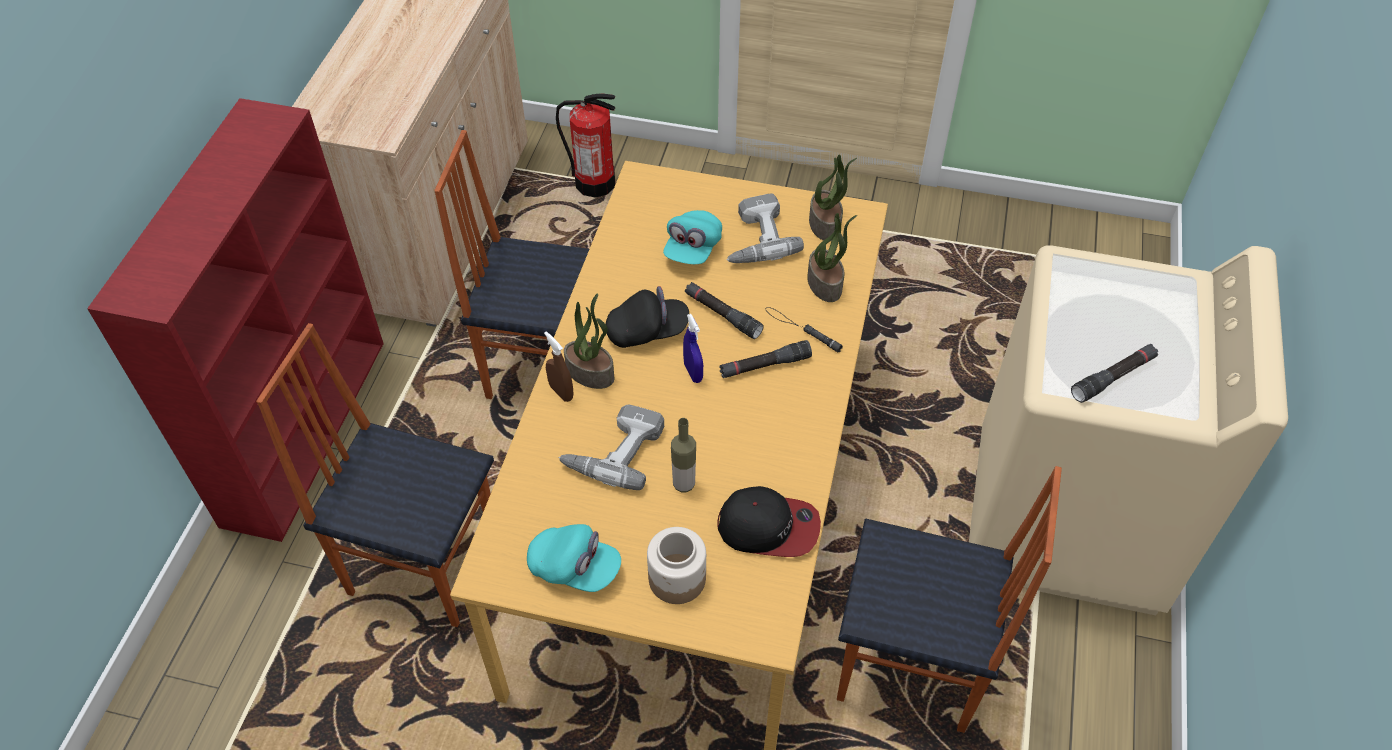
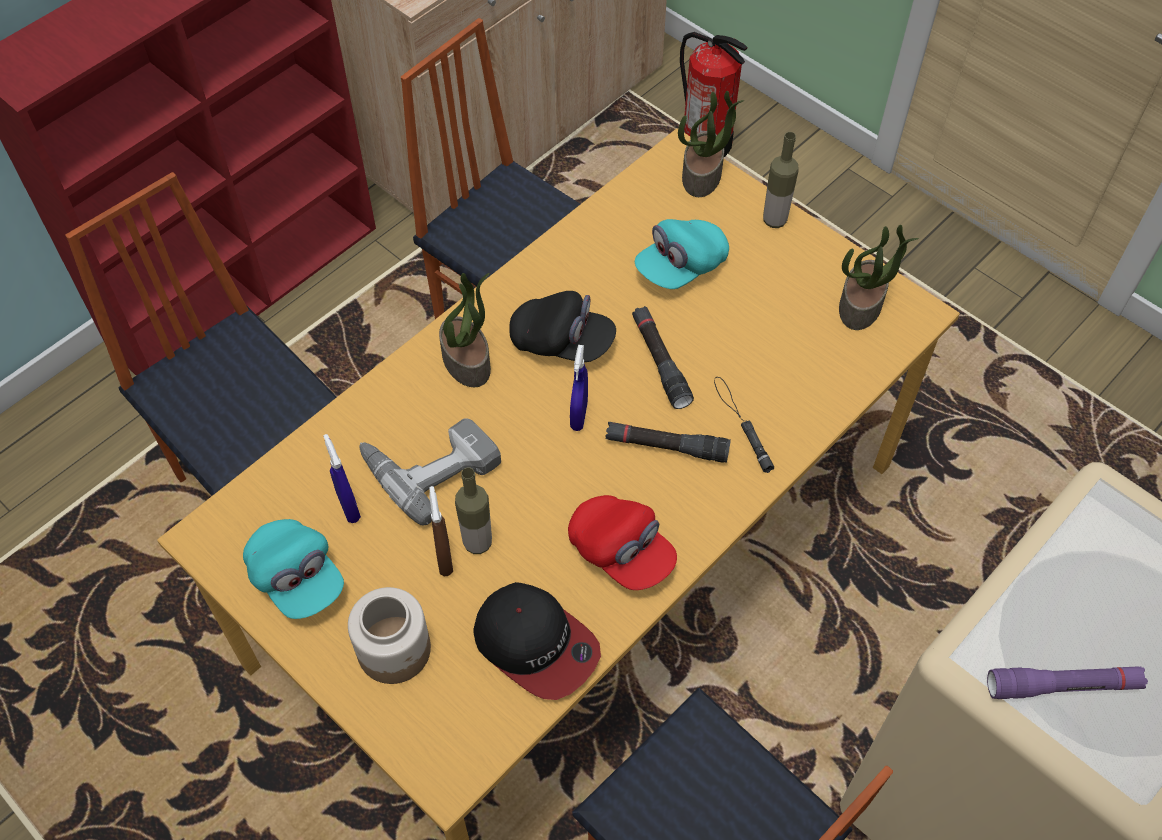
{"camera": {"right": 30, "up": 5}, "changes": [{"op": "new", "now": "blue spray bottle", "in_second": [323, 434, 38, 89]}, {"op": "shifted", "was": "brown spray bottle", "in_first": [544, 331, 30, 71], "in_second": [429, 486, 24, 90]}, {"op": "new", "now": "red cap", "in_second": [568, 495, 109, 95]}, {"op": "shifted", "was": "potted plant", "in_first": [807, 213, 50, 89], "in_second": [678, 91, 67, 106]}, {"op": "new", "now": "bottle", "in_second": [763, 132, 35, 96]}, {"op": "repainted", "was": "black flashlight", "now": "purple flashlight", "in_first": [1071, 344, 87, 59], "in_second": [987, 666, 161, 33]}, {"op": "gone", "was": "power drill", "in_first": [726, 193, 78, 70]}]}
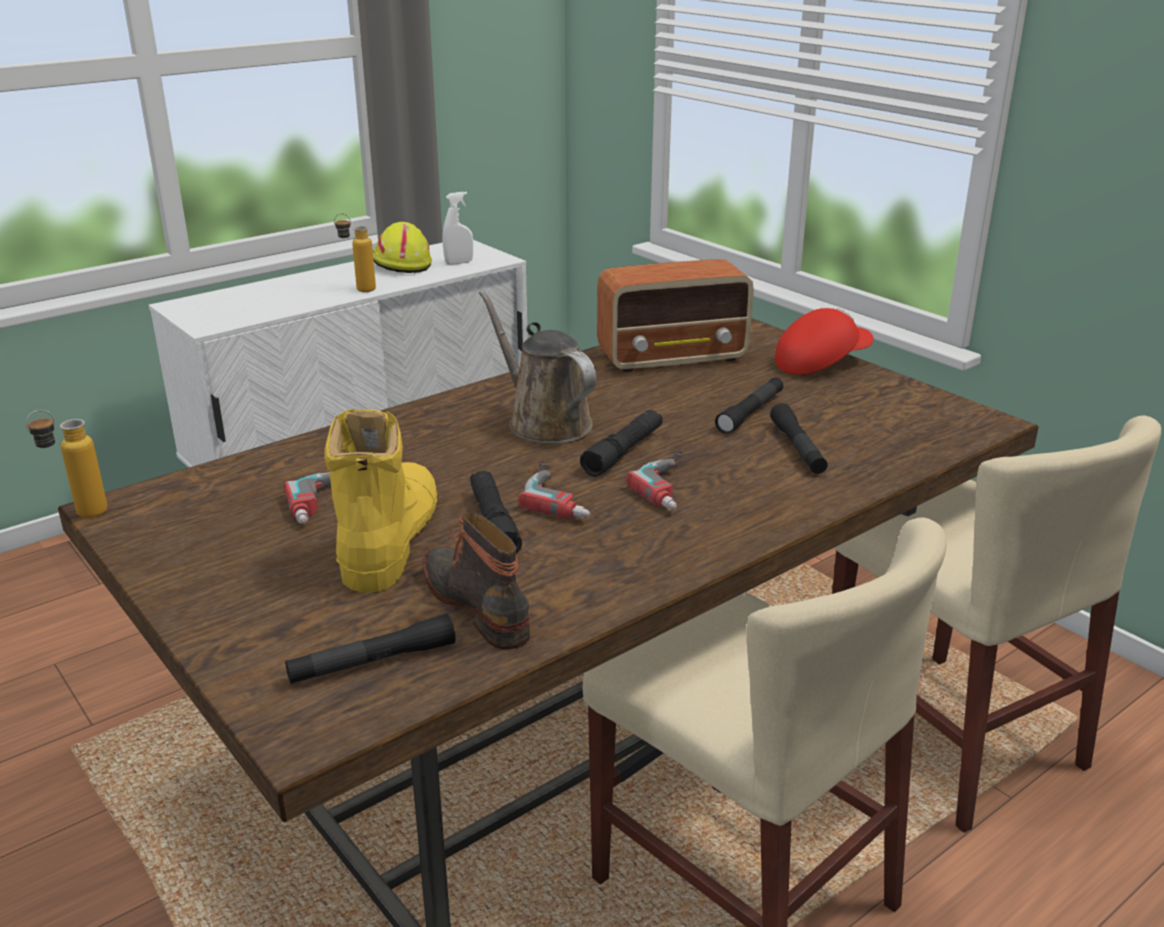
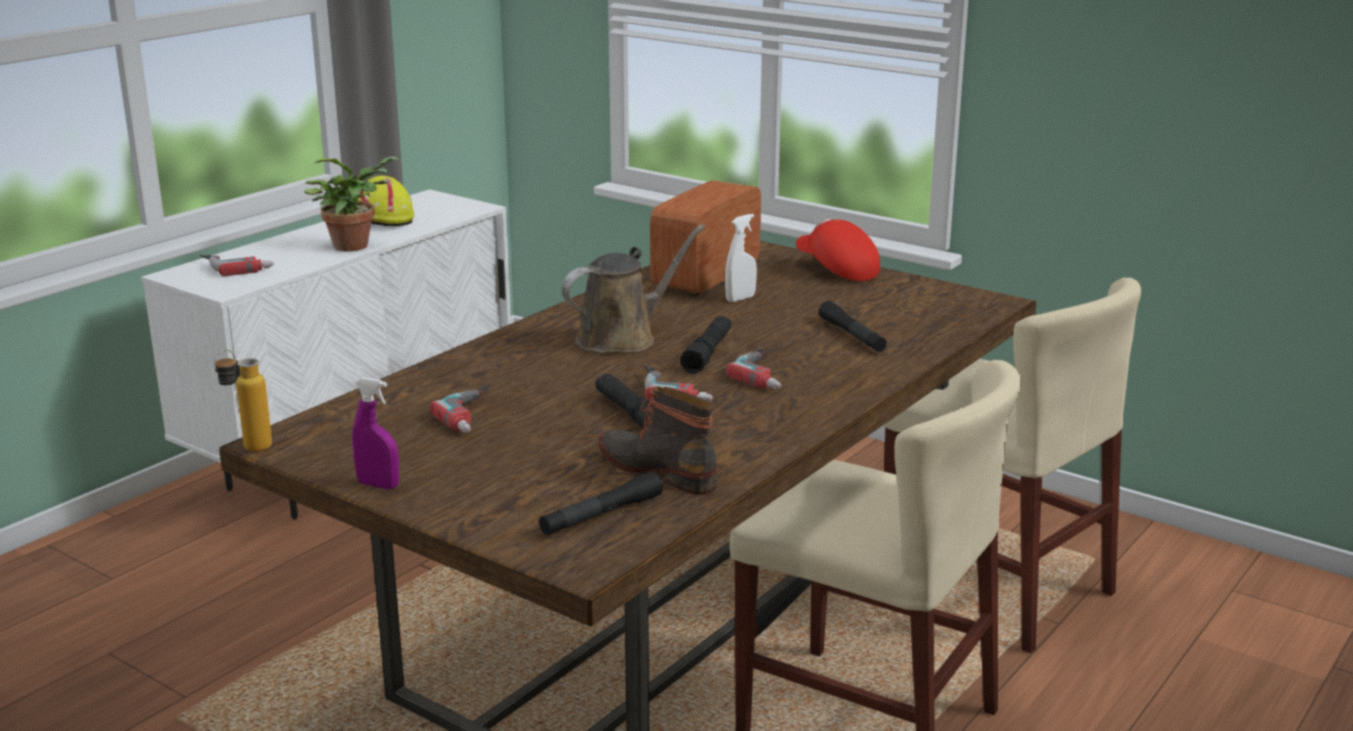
{"camera": {"right": -15, "up": -5}, "changes": [{"op": "new", "now": "power drill", "in_second": [199, 254, 75, 22]}, {"op": "swapped", "was": "bottle", "now": "potted plant", "in_first": [334, 213, 42, 79], "in_second": [304, 156, 95, 96]}, {"op": "new", "now": "purple spray bottle", "in_second": [352, 377, 47, 112]}, {"op": "rotated", "was": "brown watering can", "in_first": [479, 290, 117, 154], "in_second": [562, 224, 143, 130], "clockwise": 105}, {"op": "rotated", "was": "radio", "in_first": [597, 259, 157, 113], "in_second": [650, 180, 111, 116], "clockwise": 150}, {"op": "shifted", "was": "white spray bottle", "in_first": [443, 192, 30, 73], "in_second": [725, 214, 32, 88]}, {"op": "rotated", "was": "red cap", "in_first": [775, 308, 99, 67], "in_second": [796, 219, 84, 62], "clockwise": -90}, {"op": "gone", "was": "yellow boot", "in_first": [324, 408, 113, 185]}, {"op": "gone", "was": "black flashlight", "in_first": [715, 378, 68, 56]}]}
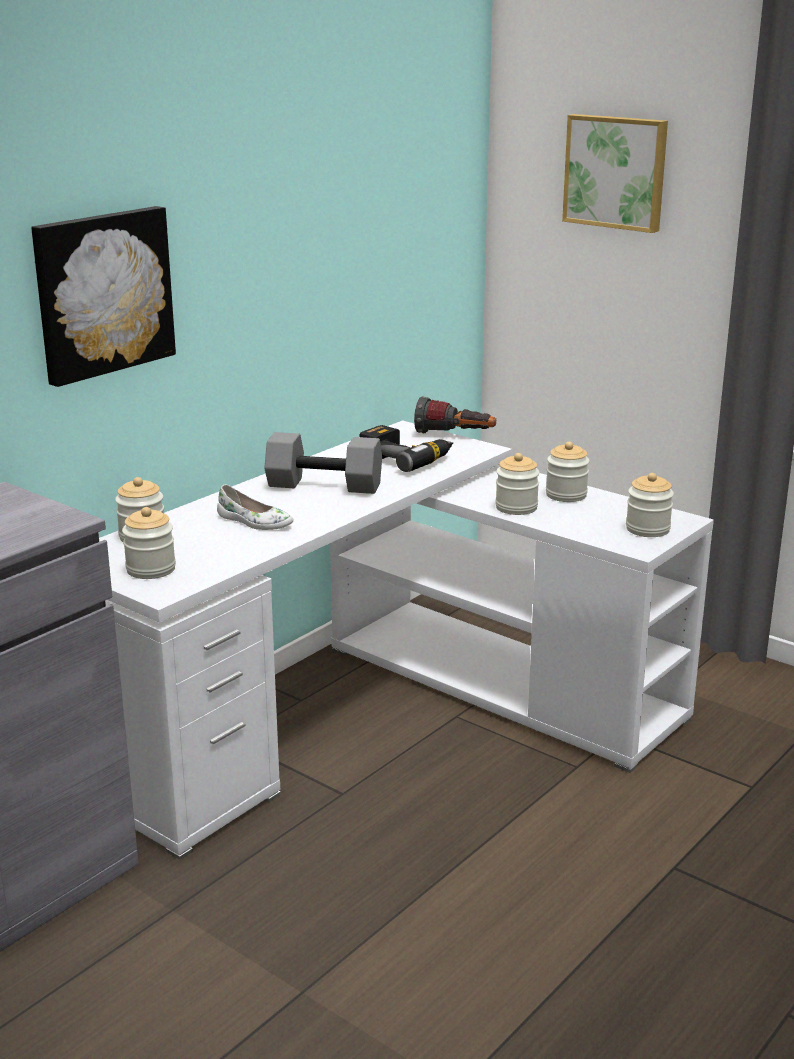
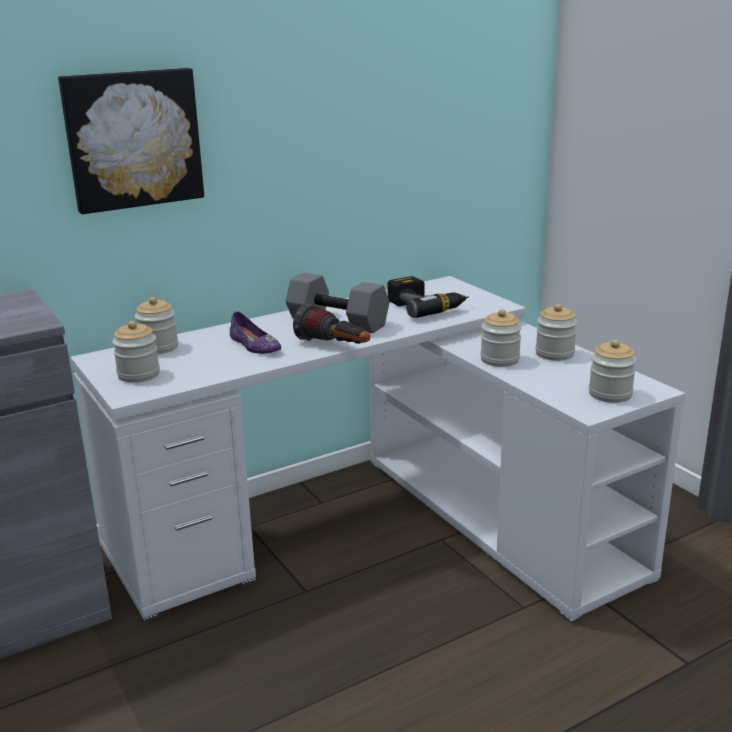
{"camera": {"right": 20, "up": 0}, "changes": [{"op": "repainted", "was": "white shoe", "now": "purple shoe", "in_first": [217, 485, 77, 45], "in_second": [230, 311, 51, 43]}, {"op": "shifted", "was": "flashlight", "in_first": [414, 396, 82, 37], "in_second": [293, 303, 77, 41]}, {"op": "gone", "was": "picture", "in_first": [562, 114, 106, 119]}]}
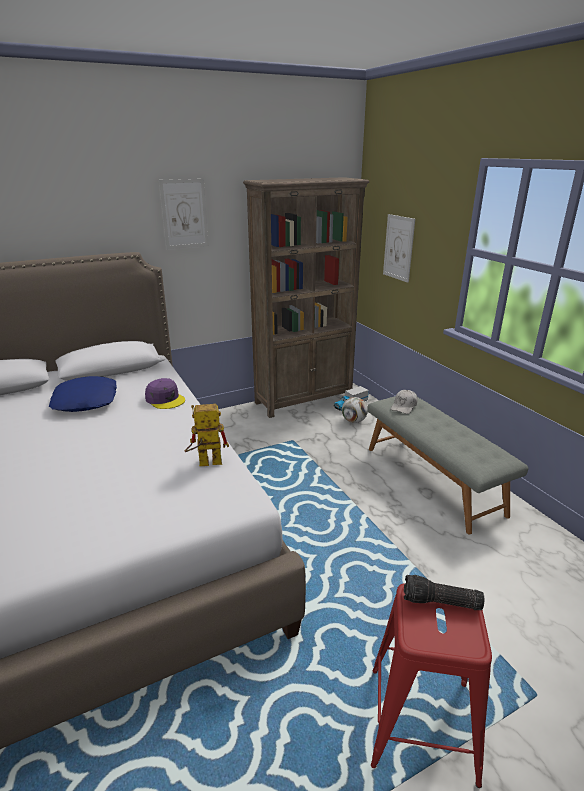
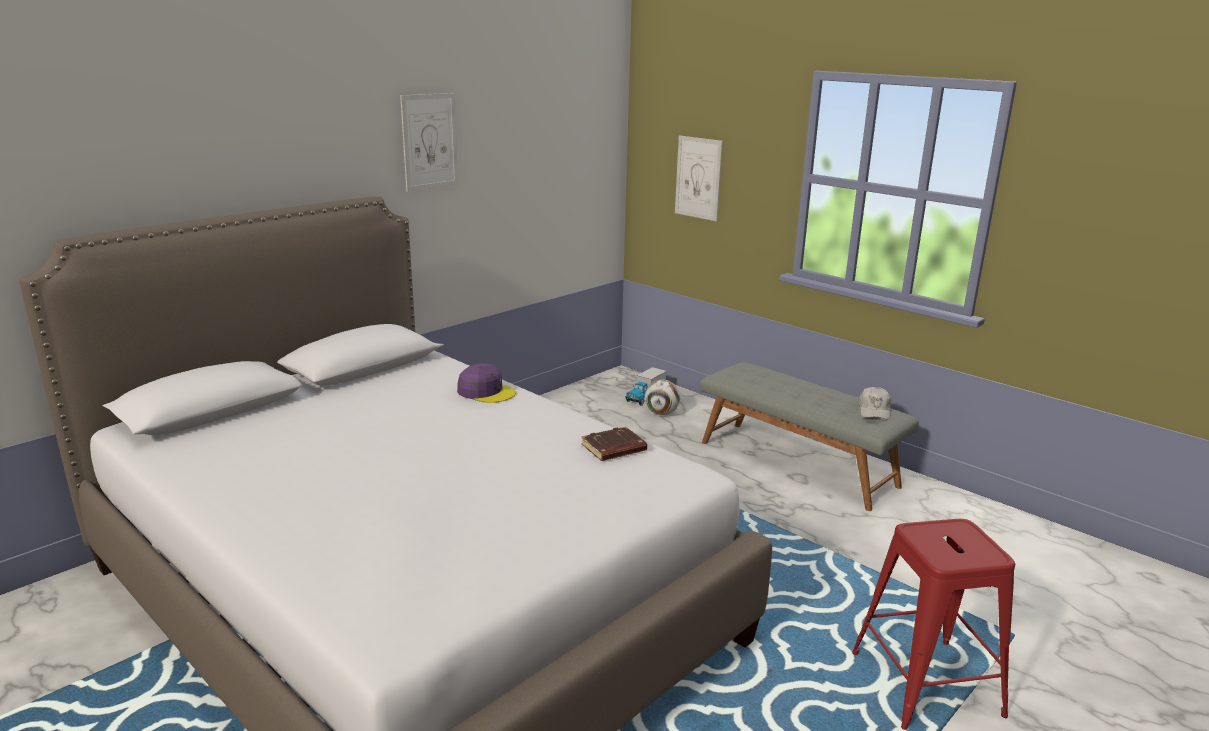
{"camera": {"right": -20, "up": -5}, "changes": [{"op": "swapped", "was": "toy robot", "now": "brown book", "in_first": [184, 404, 45, 62], "in_second": [581, 427, 66, 34]}, {"op": "shifted", "was": "white cap", "in_first": [391, 390, 27, 24], "in_second": [858, 387, 33, 33]}, {"op": "gone", "was": "blue pillow", "in_first": [49, 376, 68, 36]}, {"op": "gone", "was": "brown bookcase", "in_first": [243, 177, 126, 241]}, {"op": "gone", "was": "flashlight", "in_first": [404, 575, 80, 35]}]}
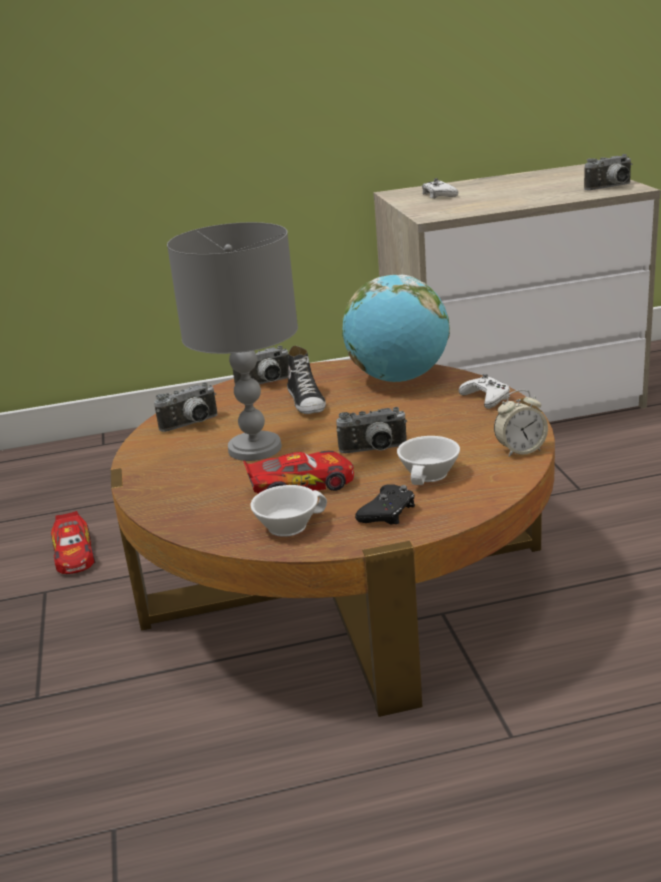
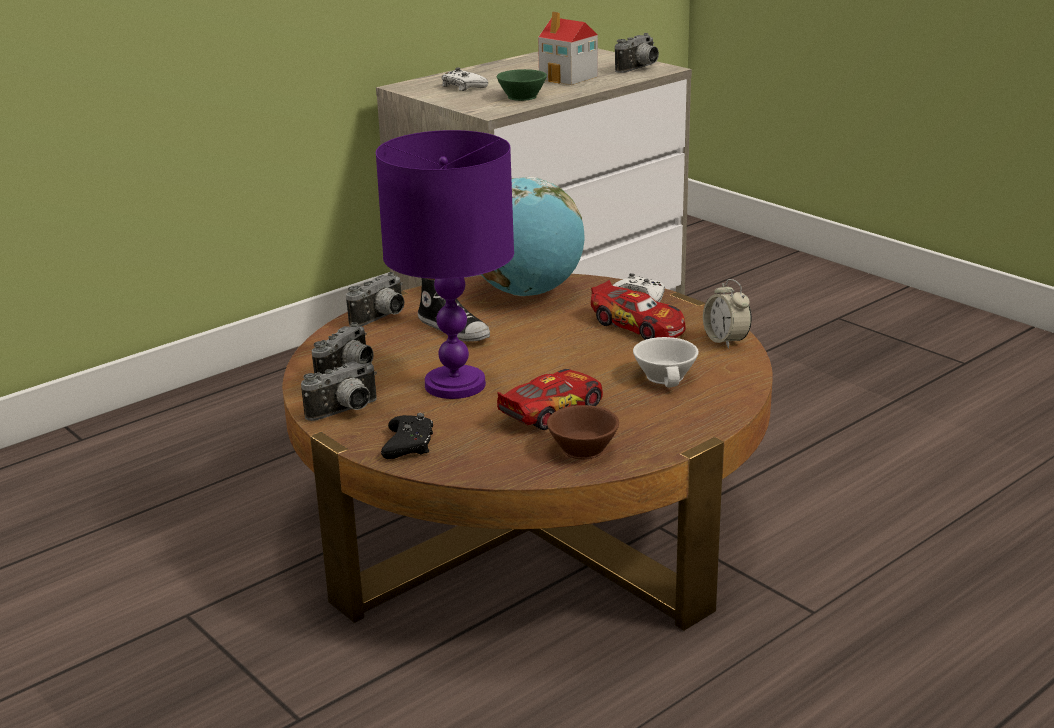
{"camera": {"right": -30, "up": 0}, "changes": [{"op": "shifted", "was": "photo camera", "in_first": [336, 407, 71, 46], "in_second": [301, 359, 76, 62]}, {"op": "repainted", "was": "grey table lamp", "now": "purple table lamp", "in_first": [167, 222, 131, 239], "in_second": [376, 130, 138, 269]}, {"op": "shifted", "was": "black game controller", "in_first": [355, 484, 60, 40], "in_second": [381, 413, 52, 46]}, {"op": "new", "now": "green cup", "in_second": [497, 69, 50, 32]}, {"op": "new", "now": "toy house", "in_second": [538, 11, 60, 74]}, {"op": "repainted", "was": "white cup", "now": "brown cup", "in_first": [250, 485, 77, 52], "in_second": [547, 405, 72, 55]}, {"op": "shifted", "was": "toy car", "in_first": [51, 511, 44, 63], "in_second": [591, 280, 95, 60]}, {"op": "rotated", "was": "alarm clock", "in_first": [494, 390, 54, 67], "in_second": [703, 279, 49, 70], "clockwise": 105}]}
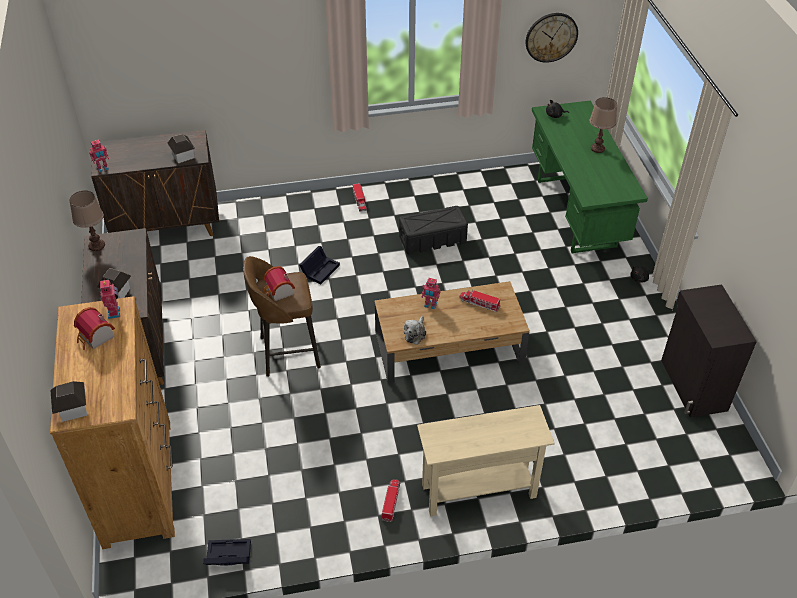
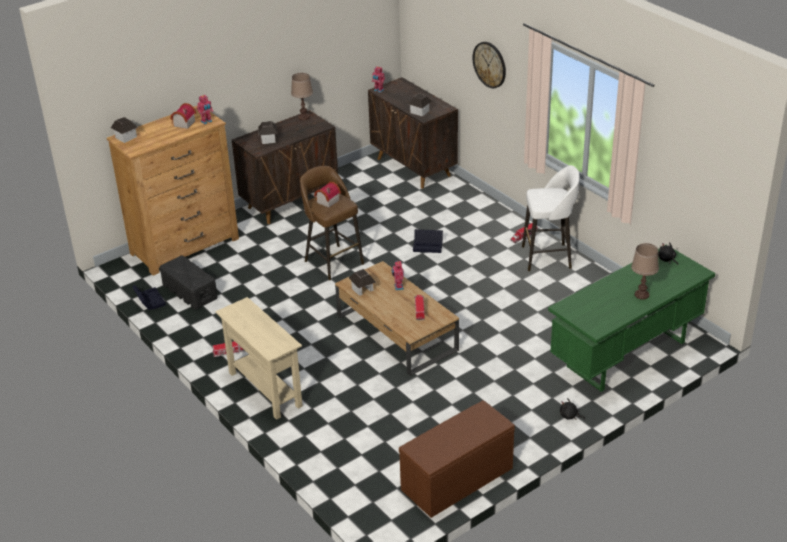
{"camera": {"right": 65, "up": -10}, "changes": [{"op": "shifted", "was": "black storage box", "in_first": [399, 206, 69, 49], "in_second": [160, 256, 58, 54]}, {"op": "swapped", "was": "plush toy", "now": "toy house", "in_first": [404, 316, 22, 29], "in_second": [349, 269, 27, 27]}, {"op": "swapped", "was": "black cabinet", "now": "brown bench", "in_first": [661, 284, 96, 133], "in_second": [399, 400, 116, 118]}, {"op": "shifted", "was": "wall clock", "in_first": [526, 13, 52, 50], "in_second": [473, 42, 33, 46]}, {"op": "new", "now": "white stool", "in_second": [522, 165, 58, 106]}]}
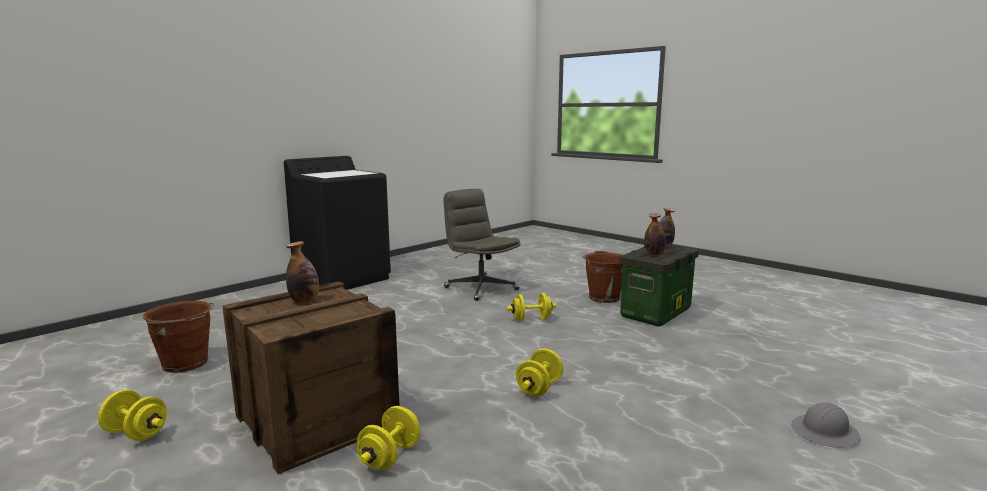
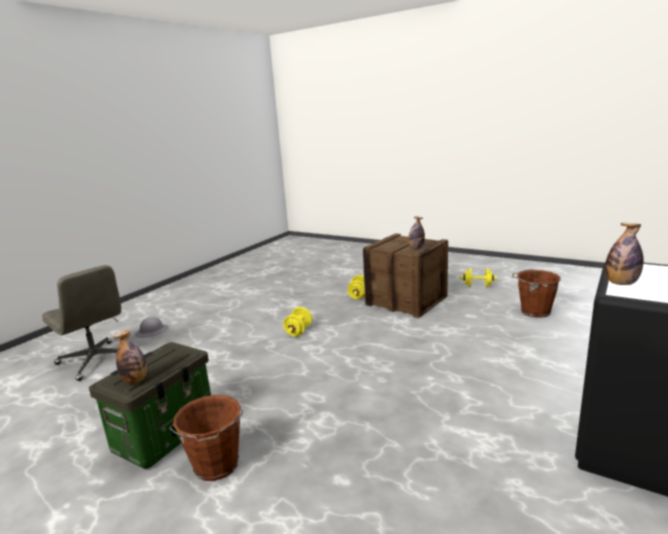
{"camera": {"right": 170, "up": 5}, "changes": [{"op": "shifted", "was": "grey office chair", "in_first": [443, 189, 78, 112], "in_second": [42, 265, 79, 116]}, {"op": "shifted", "was": "bottle", "in_first": [644, 213, 22, 42], "in_second": [605, 223, 39, 62]}, {"op": "gone", "was": "yellow dumbbell", "in_first": [507, 293, 49, 28]}]}
